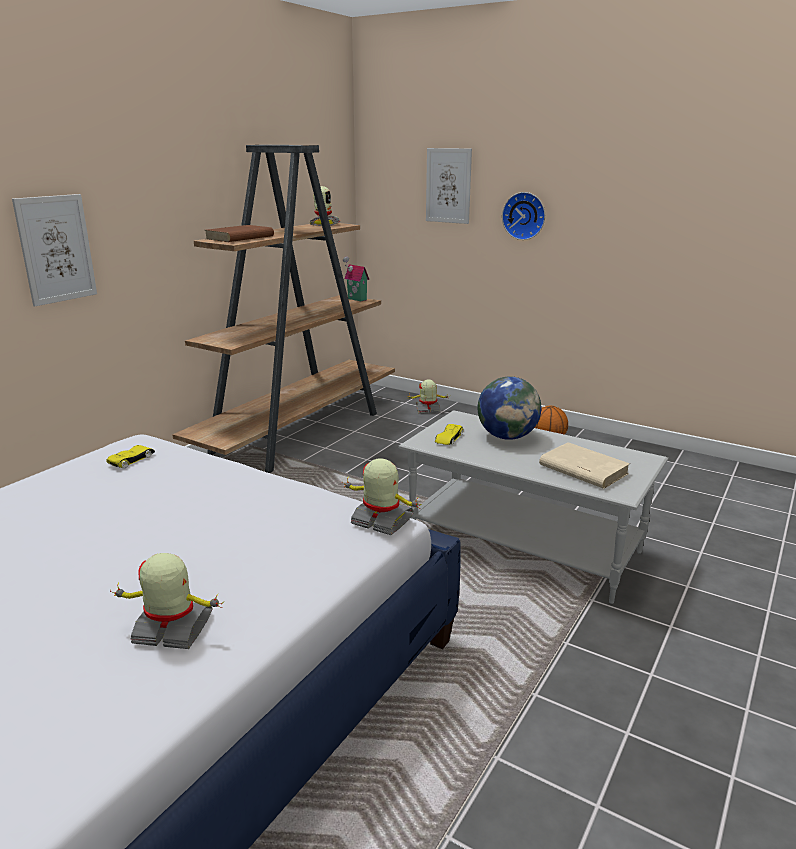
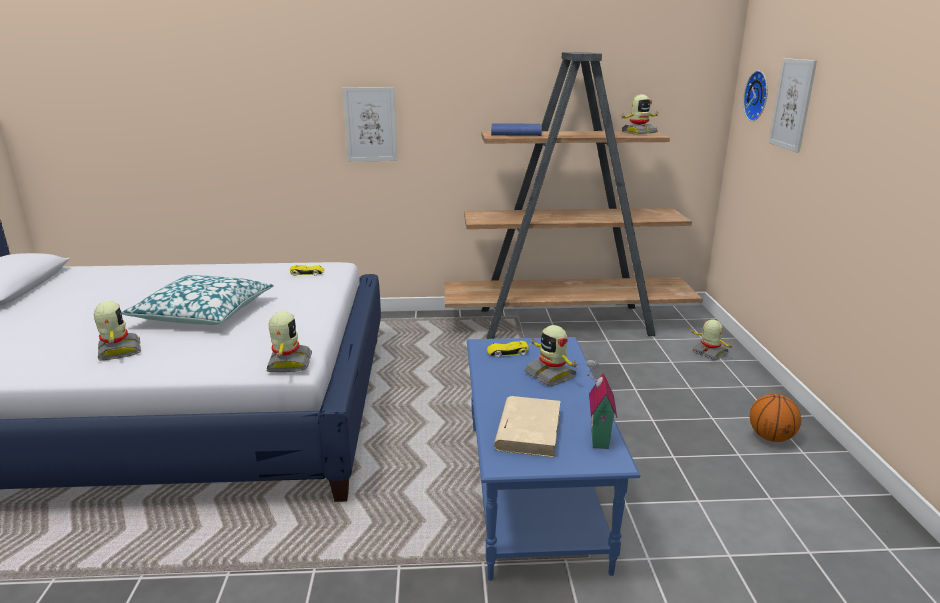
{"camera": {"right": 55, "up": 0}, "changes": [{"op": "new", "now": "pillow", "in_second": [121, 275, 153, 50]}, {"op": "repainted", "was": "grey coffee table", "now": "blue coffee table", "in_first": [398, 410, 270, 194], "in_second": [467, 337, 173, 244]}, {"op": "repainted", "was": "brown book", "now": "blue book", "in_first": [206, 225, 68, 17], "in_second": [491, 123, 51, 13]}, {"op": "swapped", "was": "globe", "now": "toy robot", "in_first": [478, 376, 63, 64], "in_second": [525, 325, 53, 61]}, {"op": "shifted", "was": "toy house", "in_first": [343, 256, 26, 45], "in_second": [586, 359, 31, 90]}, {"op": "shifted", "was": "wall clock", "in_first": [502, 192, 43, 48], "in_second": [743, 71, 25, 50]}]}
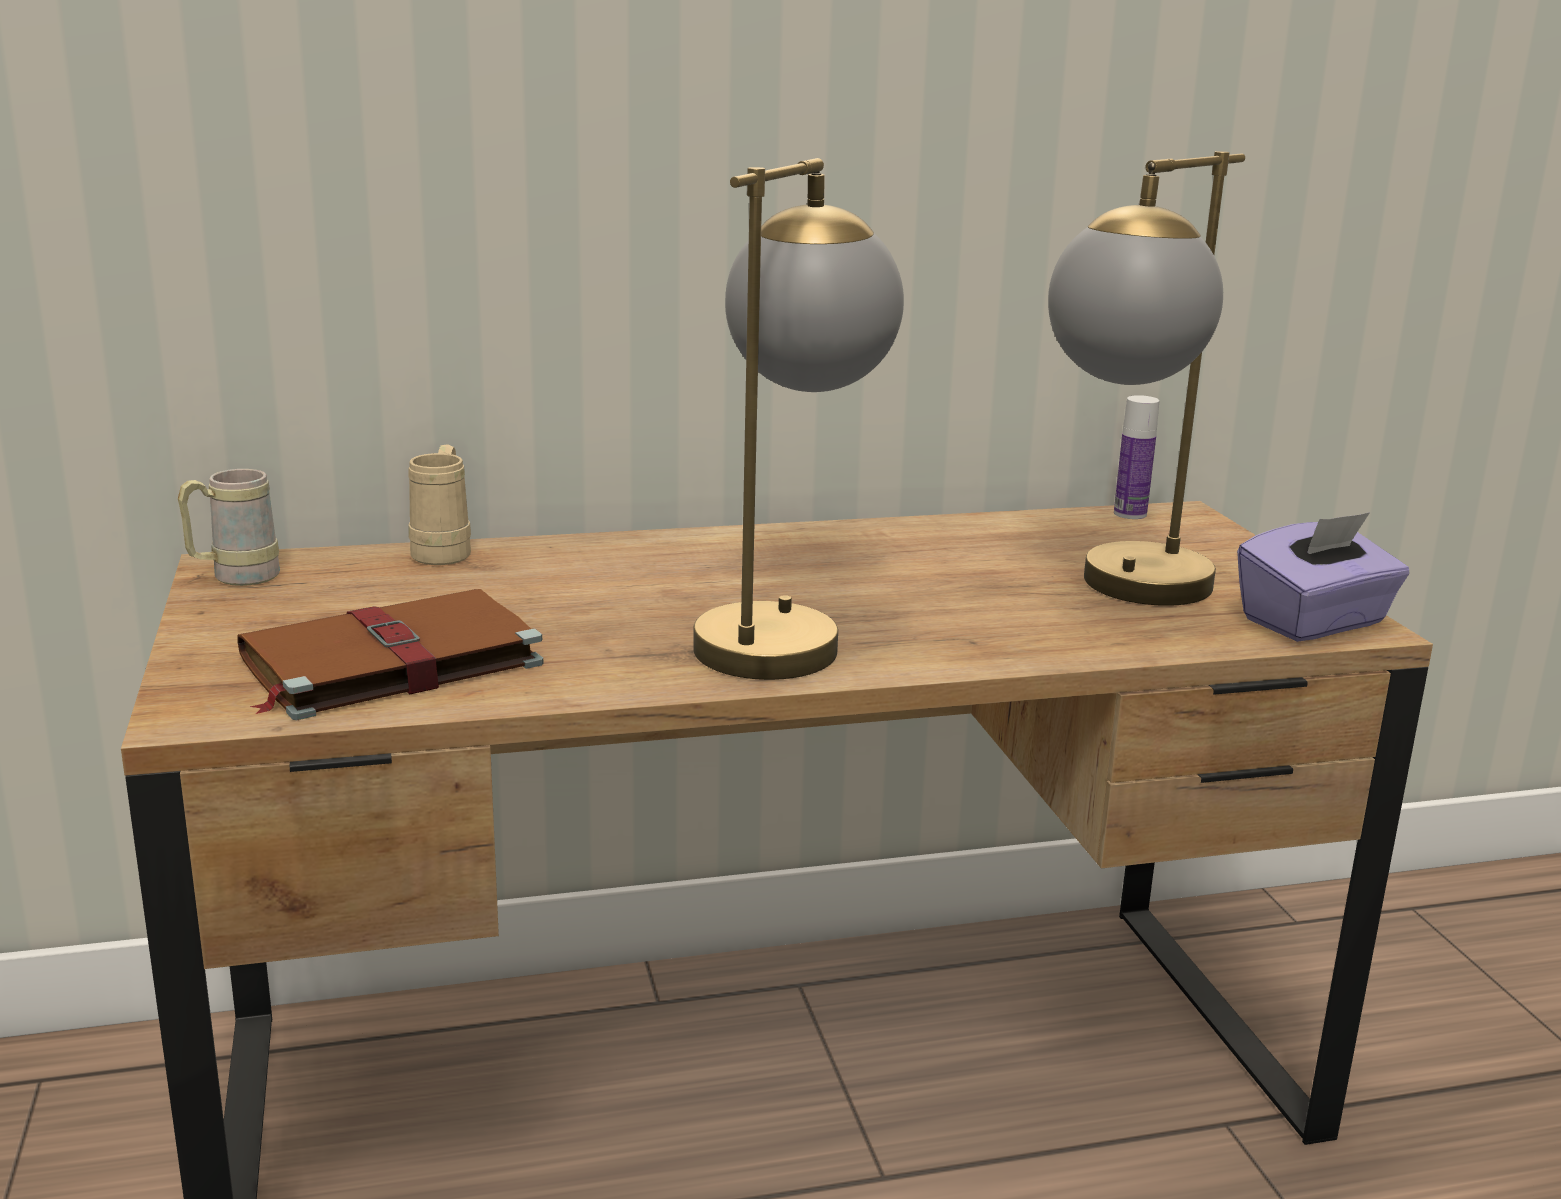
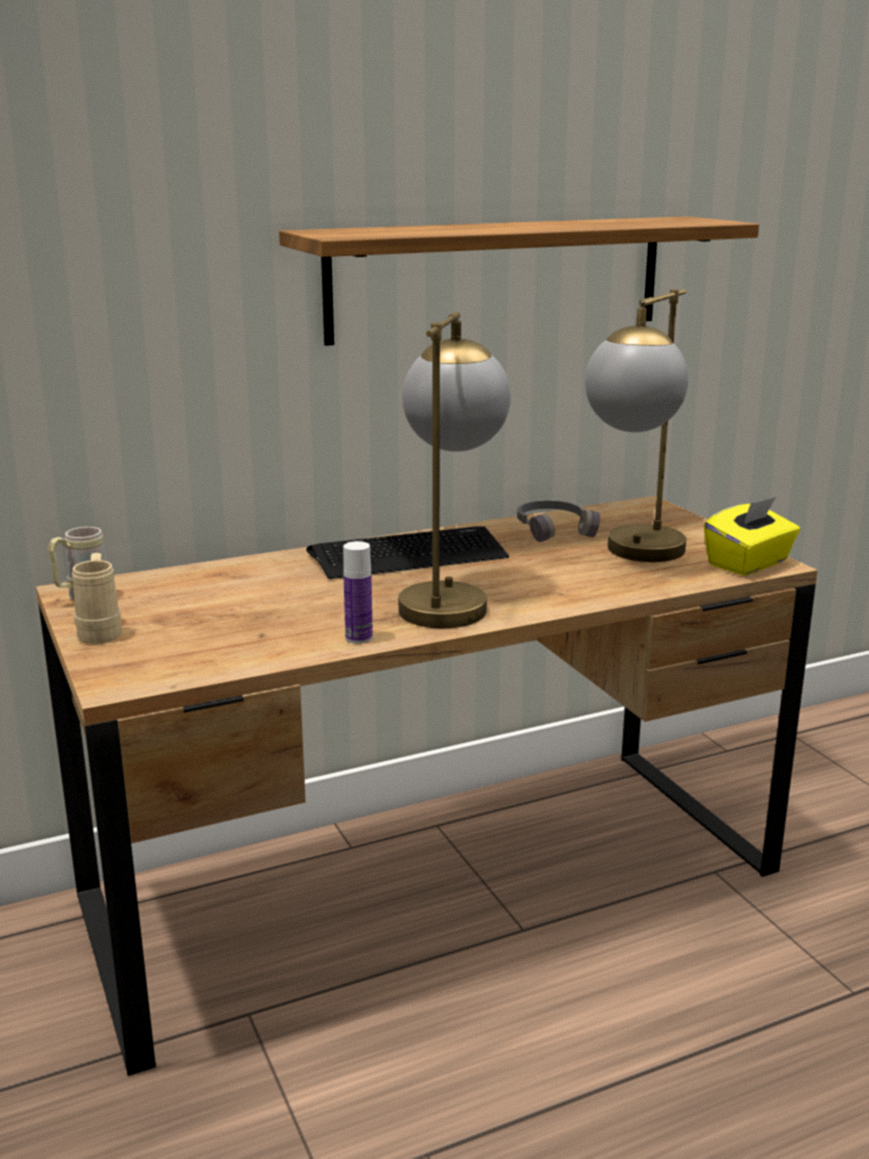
{"camera": {"right": -10, "up": 0}, "changes": [{"op": "shifted", "was": "beige mug", "in_first": [408, 444, 63, 121], "in_second": [72, 553, 50, 91]}, {"op": "new", "now": "shelf", "in_second": [279, 216, 480, 130]}, {"op": "new", "now": "keyboard", "in_second": [306, 526, 203, 53]}, {"op": "shifted", "was": "bottle", "in_first": [1114, 395, 45, 124], "in_second": [343, 541, 30, 103]}, {"op": "new", "now": "grey headphones", "in_second": [517, 501, 83, 41]}, {"op": "repainted", "was": "purple tissue box", "now": "yellow tissue box", "in_first": [1237, 512, 172, 130], "in_second": [704, 496, 96, 80]}, {"op": "gone", "was": "brown book", "in_first": [237, 589, 306, 131]}]}
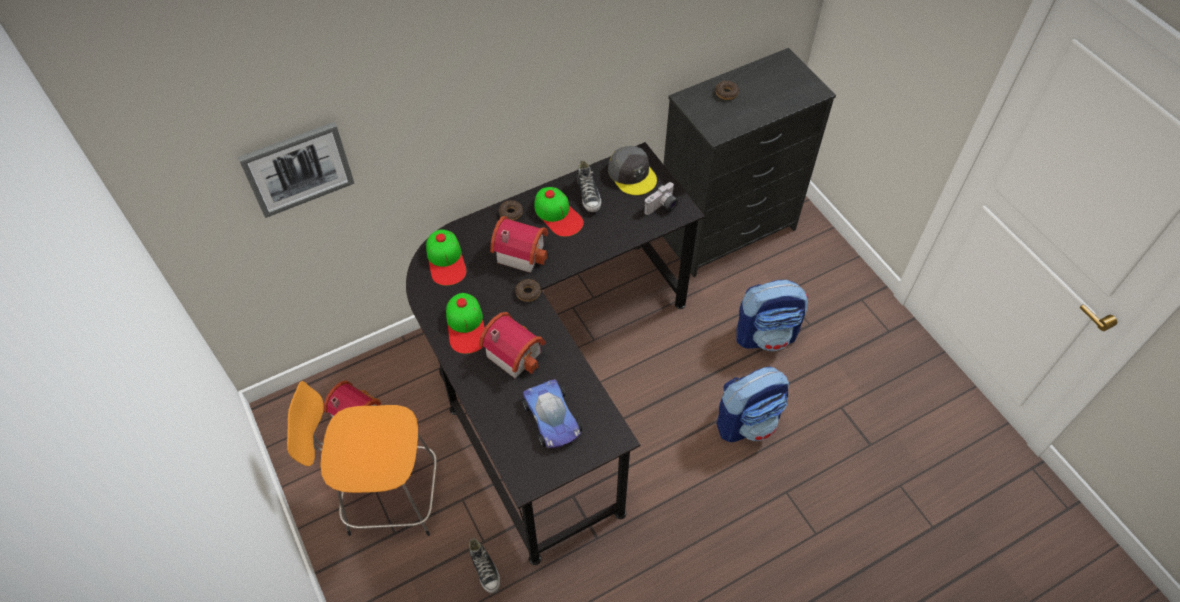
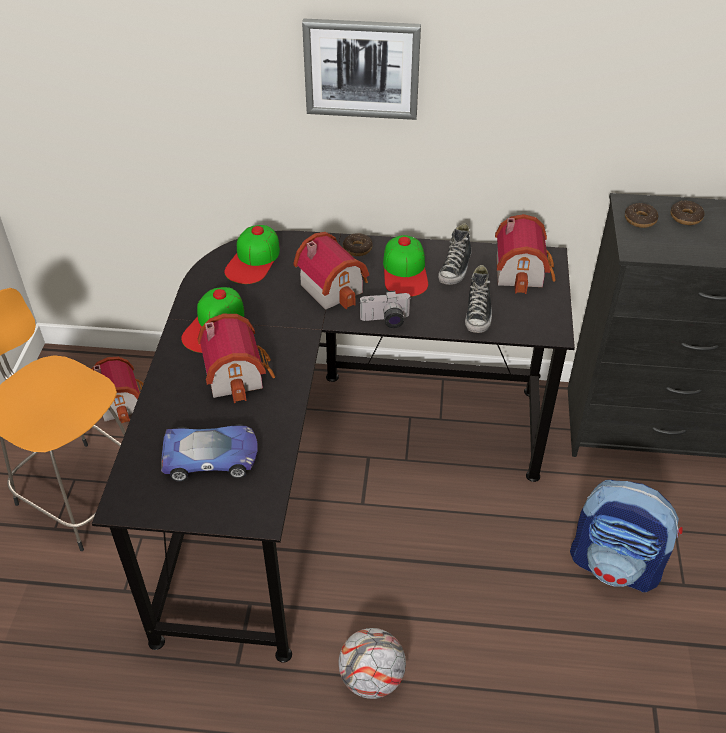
{"camera": {"right": 35, "up": -10}, "changes": [{"op": "rotated", "was": "toy car", "in_first": [522, 379, 60, 69], "in_second": [161, 424, 97, 58], "clockwise": -105}, {"op": "shifted", "was": "picture", "in_first": [238, 122, 117, 96], "in_second": [302, 19, 119, 101]}, {"op": "new", "now": "football", "in_second": [339, 628, 67, 71]}, {"op": "shifted", "was": "photo camera", "in_first": [643, 182, 36, 33], "in_second": [359, 291, 52, 37]}, {"op": "shifted", "was": "shoe", "in_first": [469, 538, 31, 56], "in_second": [465, 265, 27, 68]}, {"op": "swapped", "was": "grey cap", "now": "toy house", "in_first": [608, 146, 49, 49], "in_second": [495, 214, 61, 80]}, {"op": "shifted", "was": "donut", "in_first": [515, 279, 26, 23], "in_second": [625, 203, 34, 25]}, {"op": "gone", "was": "backpack", "in_first": [717, 367, 72, 75]}]}
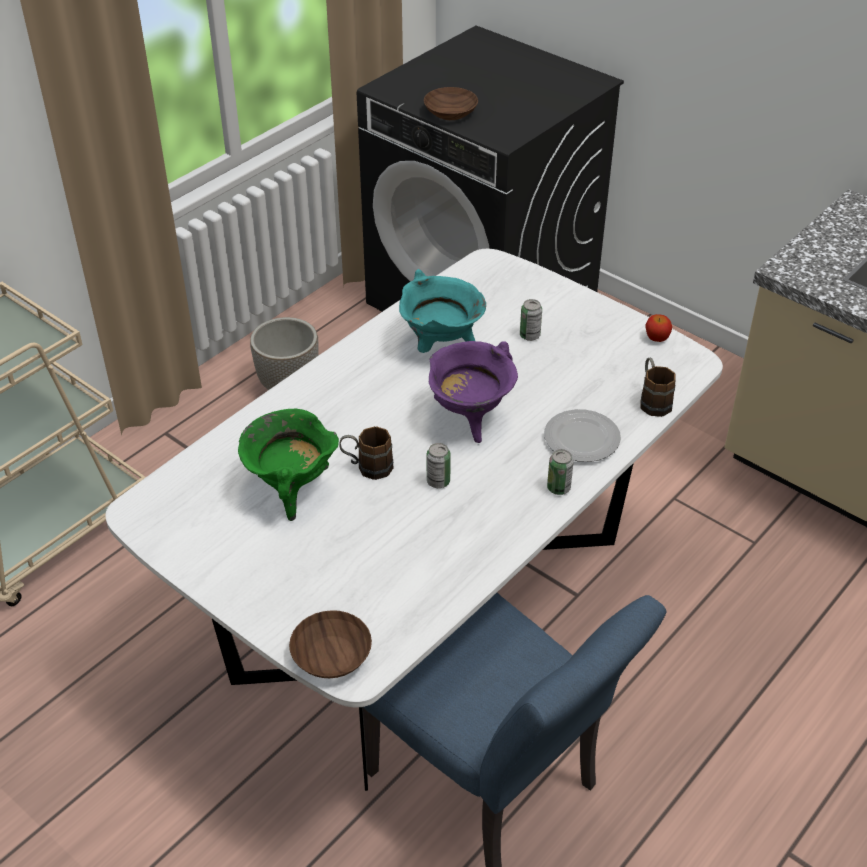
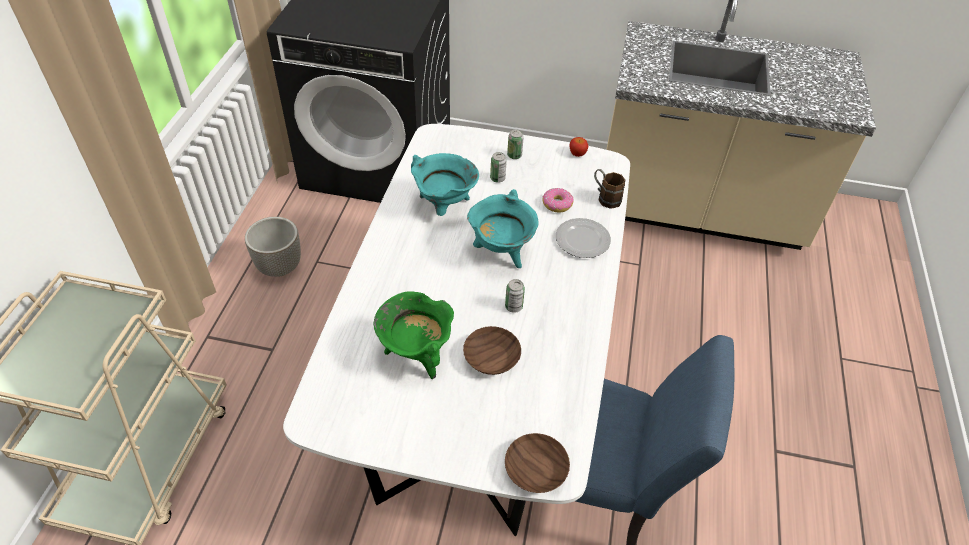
{"camera": {"right": -30, "up": 5}, "changes": [{"op": "shifted", "was": "brown bowl", "in_first": [424, 87, 54, 33], "in_second": [463, 326, 58, 49]}, {"op": "repainted", "was": "purple cooking pot", "now": "turquoise cooking pot", "in_first": [429, 341, 89, 102], "in_second": [467, 189, 72, 79]}, {"op": "shifted", "was": "can", "in_first": [547, 449, 27, 46], "in_second": [507, 129, 17, 30]}, {"op": "new", "now": "donut", "in_second": [542, 188, 31, 25]}, {"op": "gone", "was": "brown mug", "in_first": [339, 426, 54, 54]}]}
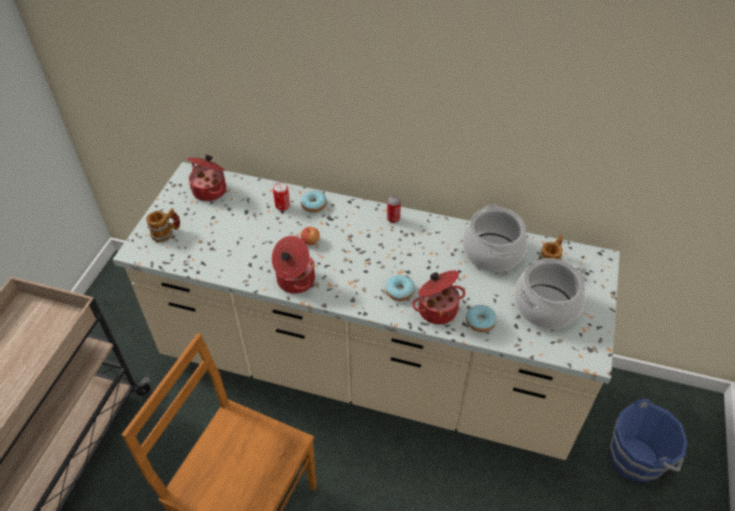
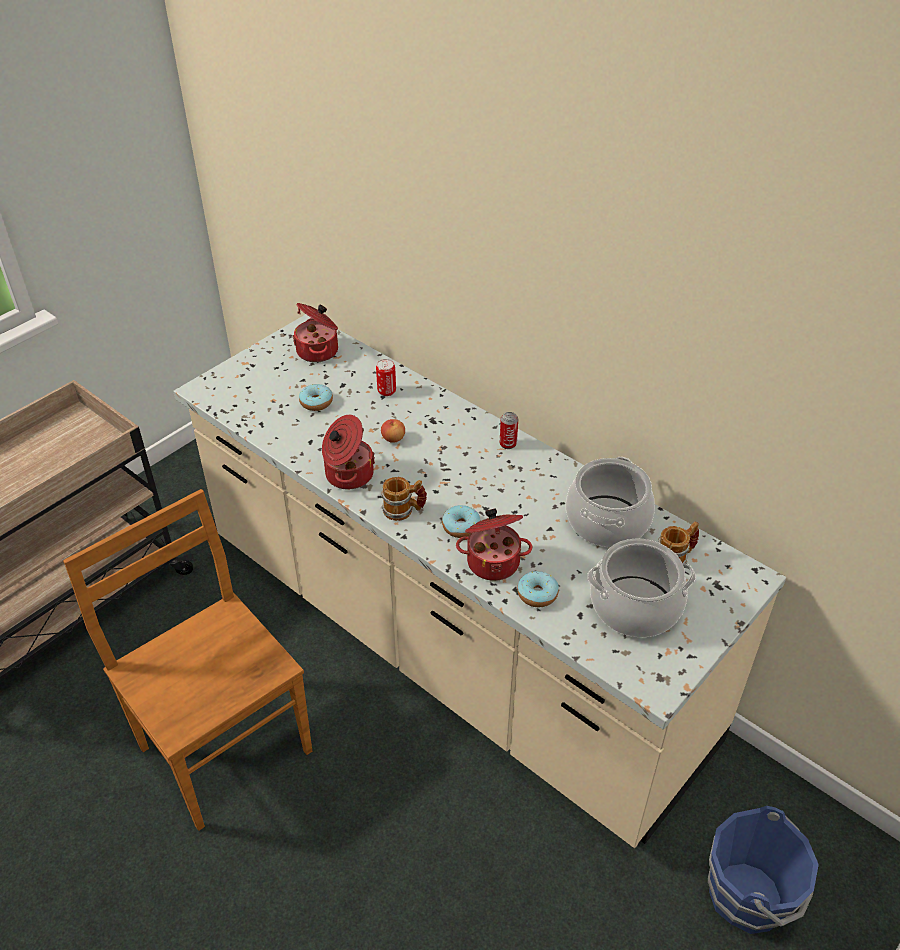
{"camera": {"right": 25, "up": -5}, "changes": [{"op": "shifted", "was": "donut", "in_first": [301, 191, 26, 21], "in_second": [299, 384, 34, 27]}, {"op": "shifted", "was": "mug", "in_first": [146, 208, 34, 34], "in_second": [381, 477, 46, 44]}]}
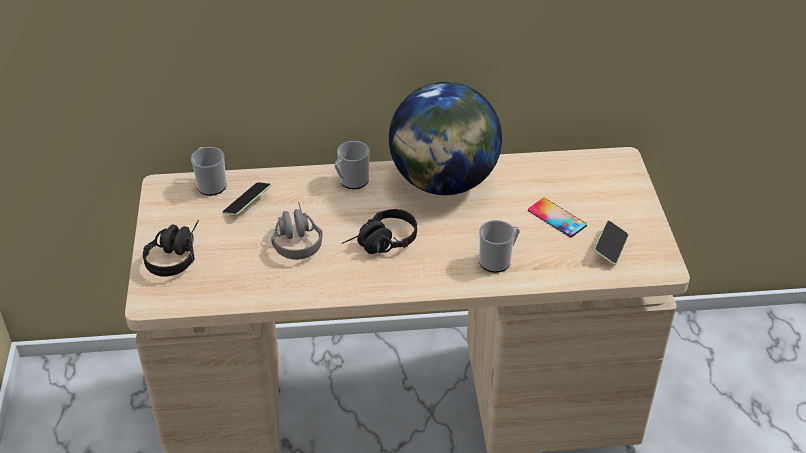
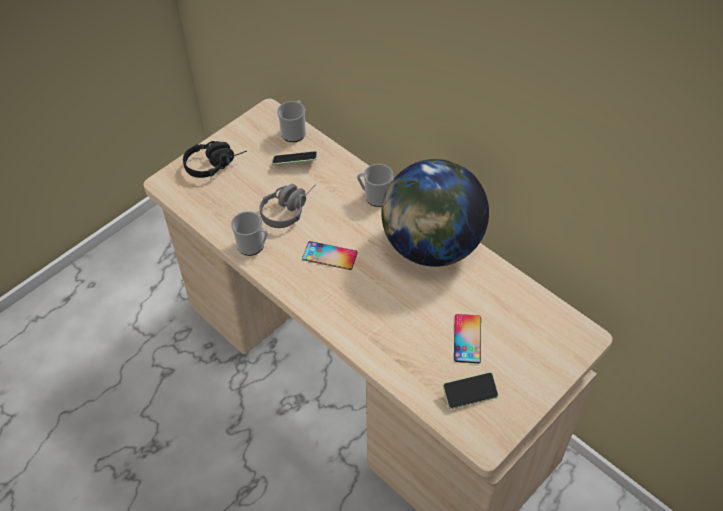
{"camera": {"right": 50, "up": 10}, "changes": [{"op": "shifted", "was": "mug", "in_first": [479, 220, 41, 53], "in_second": [231, 211, 37, 45]}, {"op": "swapped", "was": "black headphones", "now": "phone", "in_first": [342, 209, 75, 45], "in_second": [302, 241, 55, 29]}]}
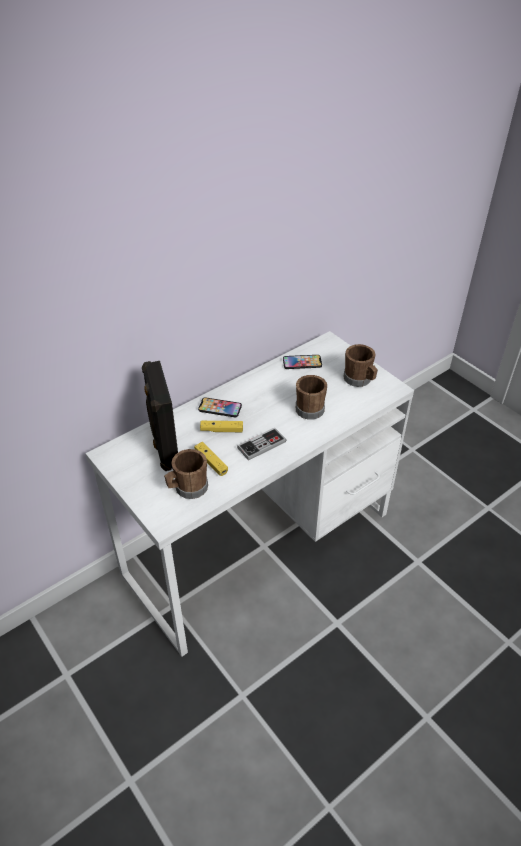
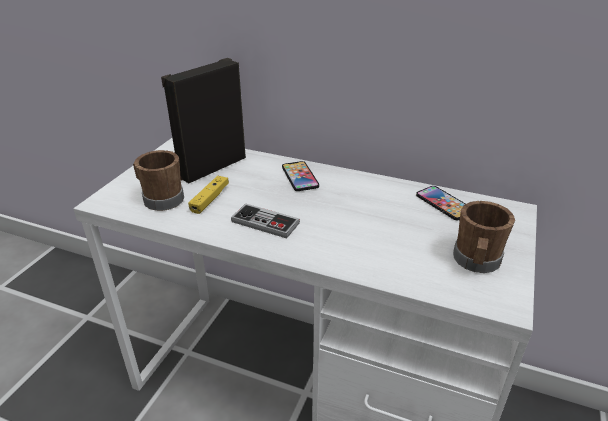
{"camera": {"right": 60, "up": -10}, "changes": [{"op": "gone", "was": "yellow game controller", "in_first": [200, 421, 43, 11]}, {"op": "gone", "was": "brown mug", "in_first": [296, 375, 31, 45]}]}
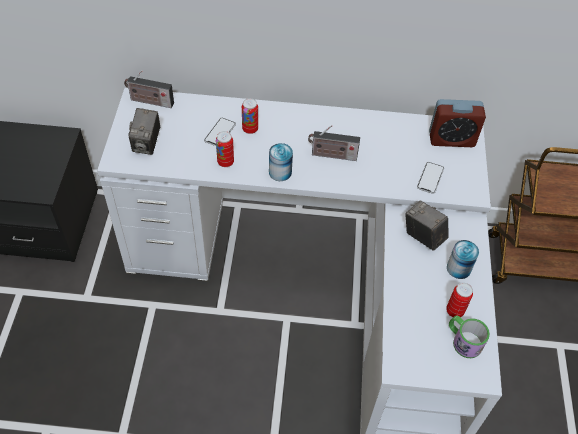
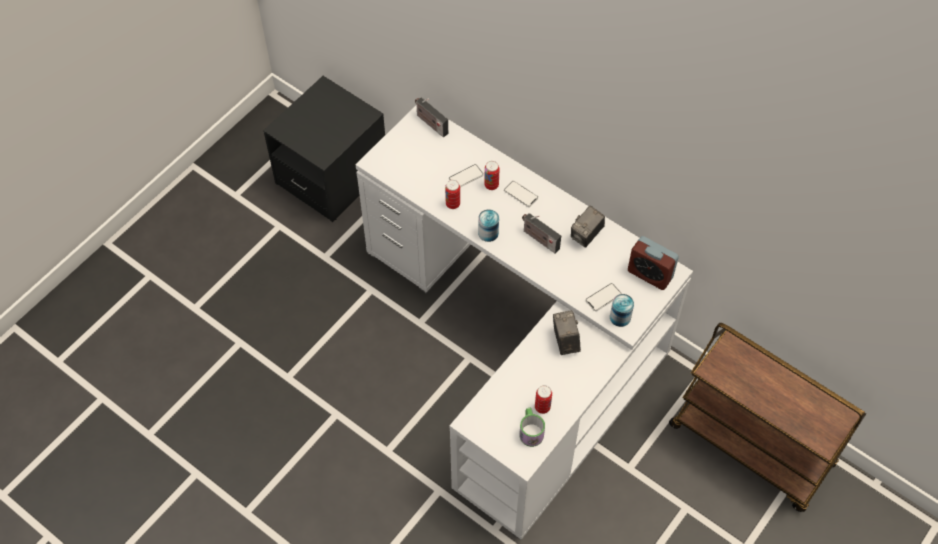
{"camera": {"right": 35, "up": 5}, "changes": [{"op": "new", "now": "phone", "in_second": [504, 181, 34, 26]}, {"op": "shifted", "was": "photo camera", "in_first": [128, 108, 32, 47], "in_second": [571, 206, 34, 42]}, {"op": "shifted", "was": "can", "in_first": [447, 240, 32, 39], "in_second": [610, 294, 24, 33]}]}
